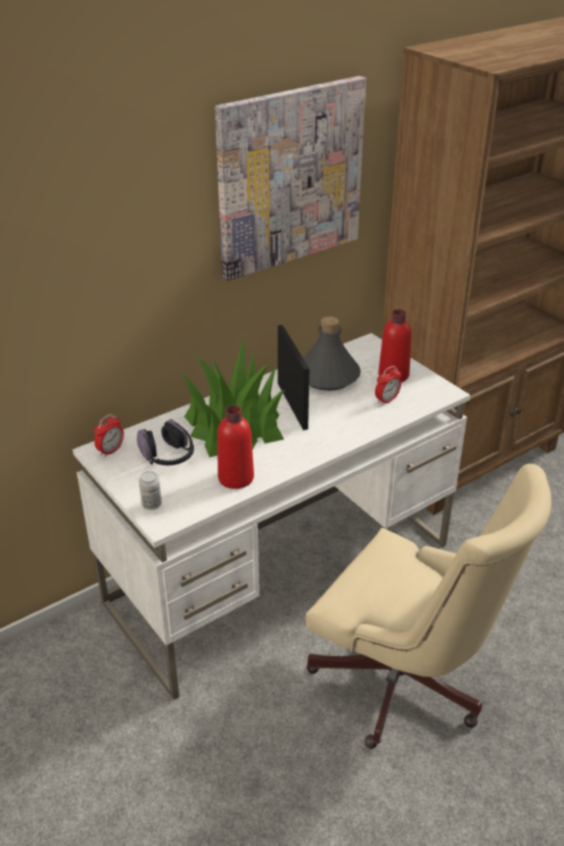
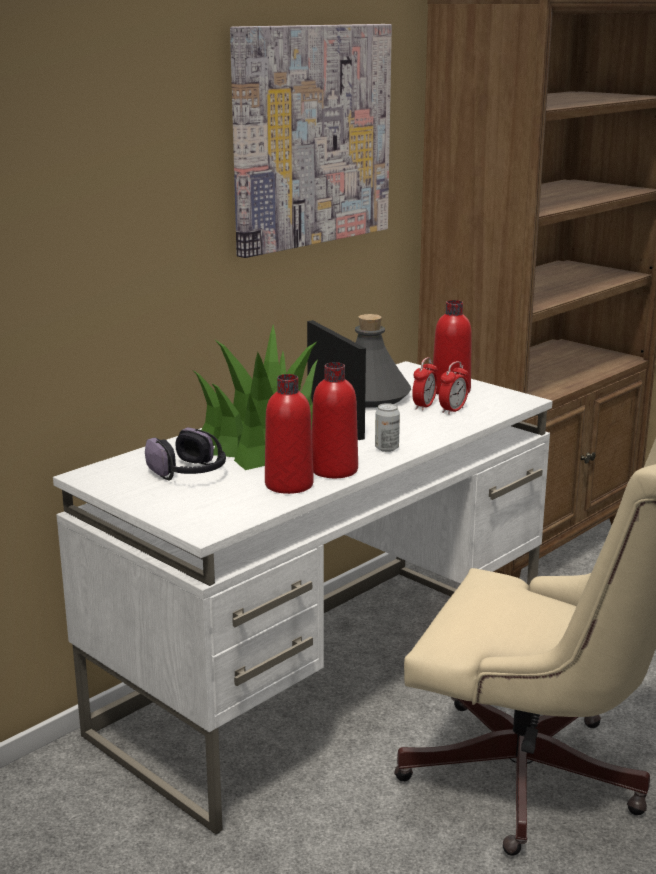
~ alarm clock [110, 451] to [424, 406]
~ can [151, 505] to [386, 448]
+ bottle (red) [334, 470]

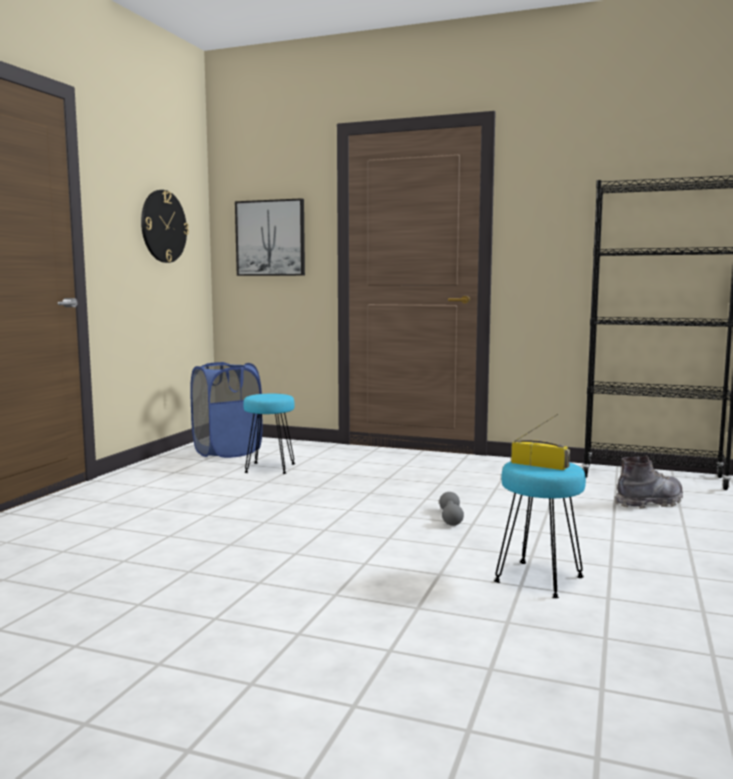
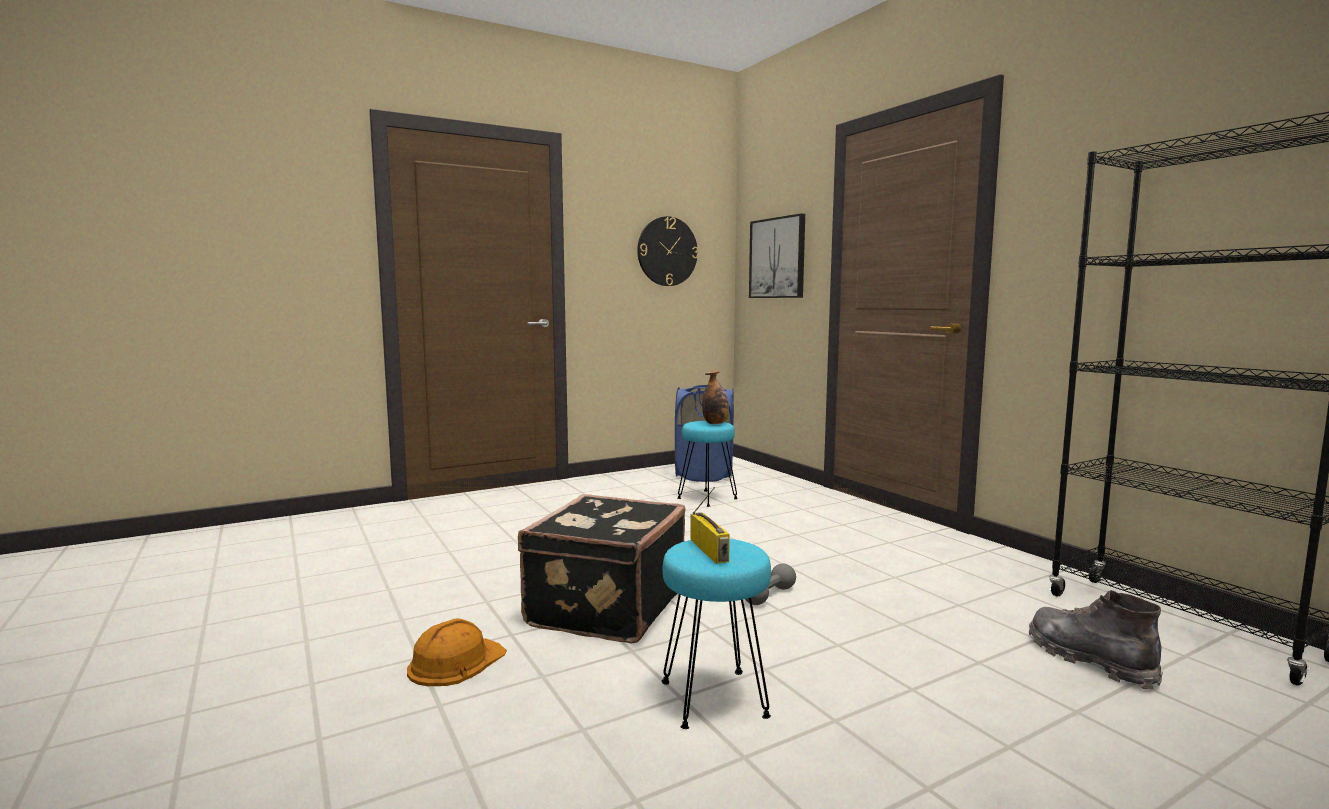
~ boot (grey) [650, 503] = [1090, 660] 135 degrees counterclockwise
+ hard hat (orange) [455, 662]
+ suitcase (black) [604, 607]
+ bottle [715, 423]

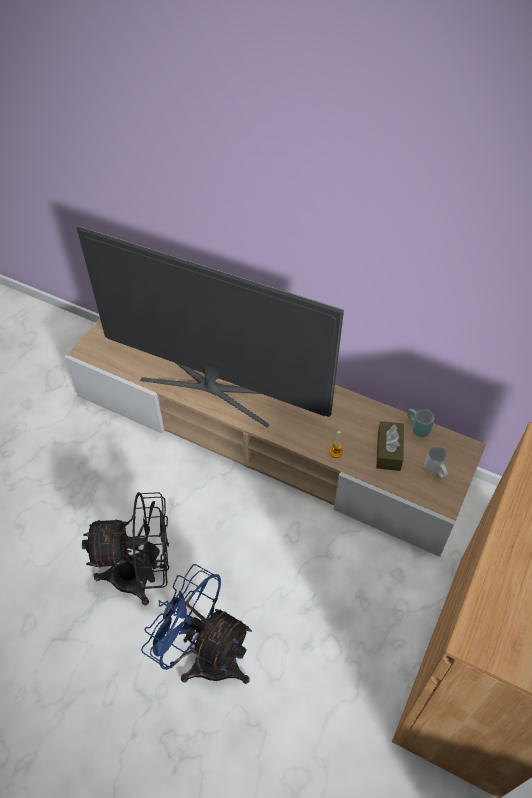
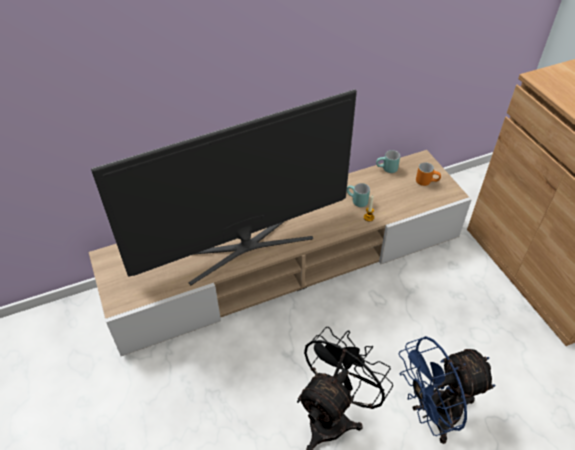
- tissue box (brown) [388, 451]
~ mug (white) [437, 470] to mug (orange) [426, 181]
+ mug (turquoise) [356, 201]

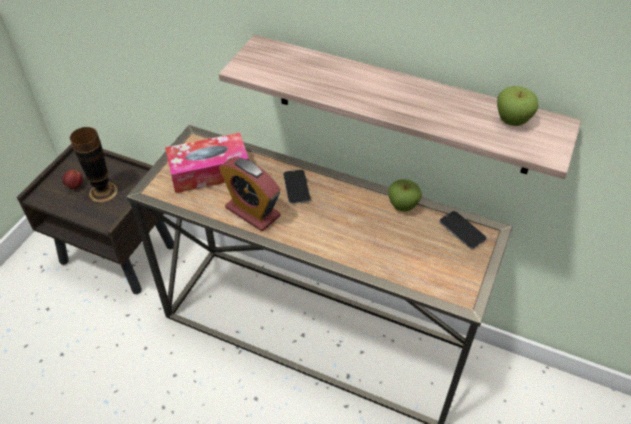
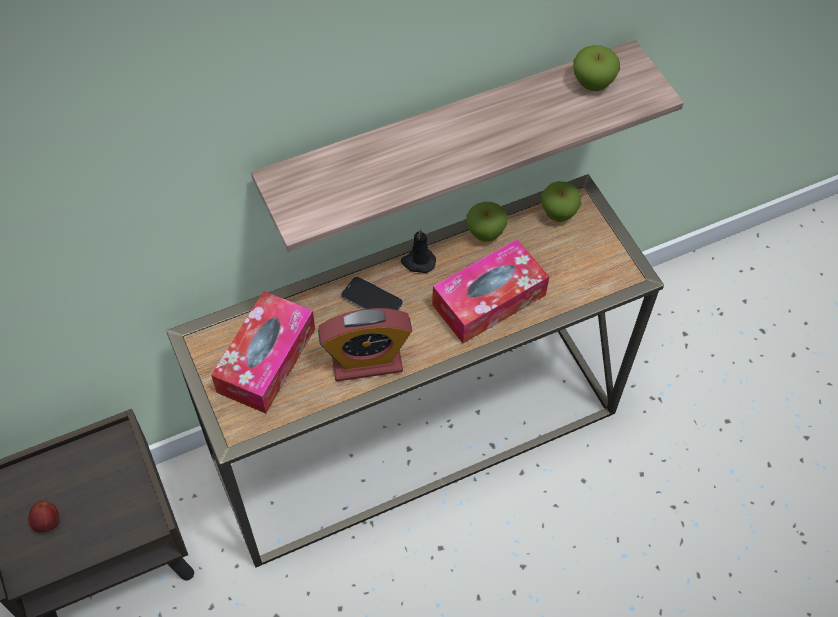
- vase [103, 192]
~ phone [462, 230] to apple [558, 213]
+ candle (black) [418, 262]
+ tissue box [489, 300]

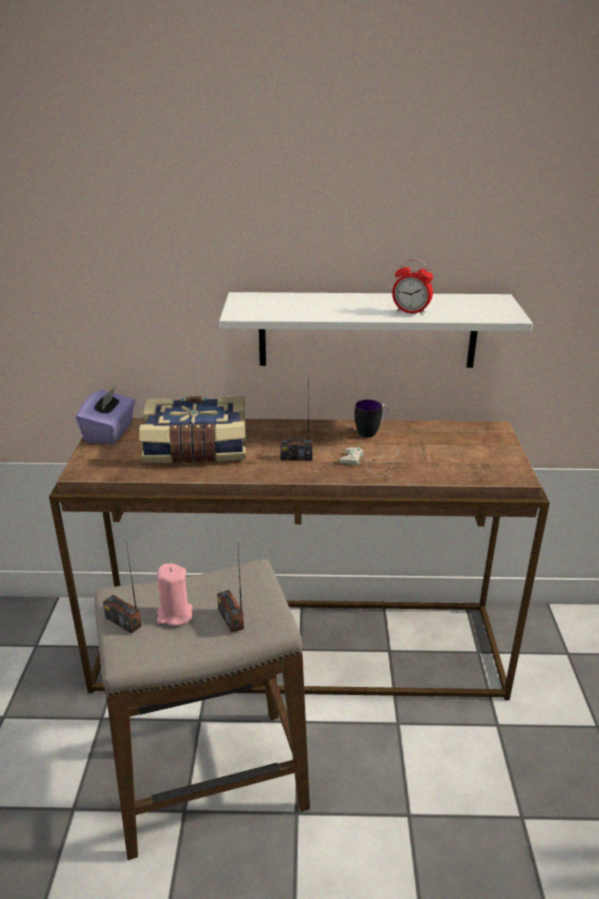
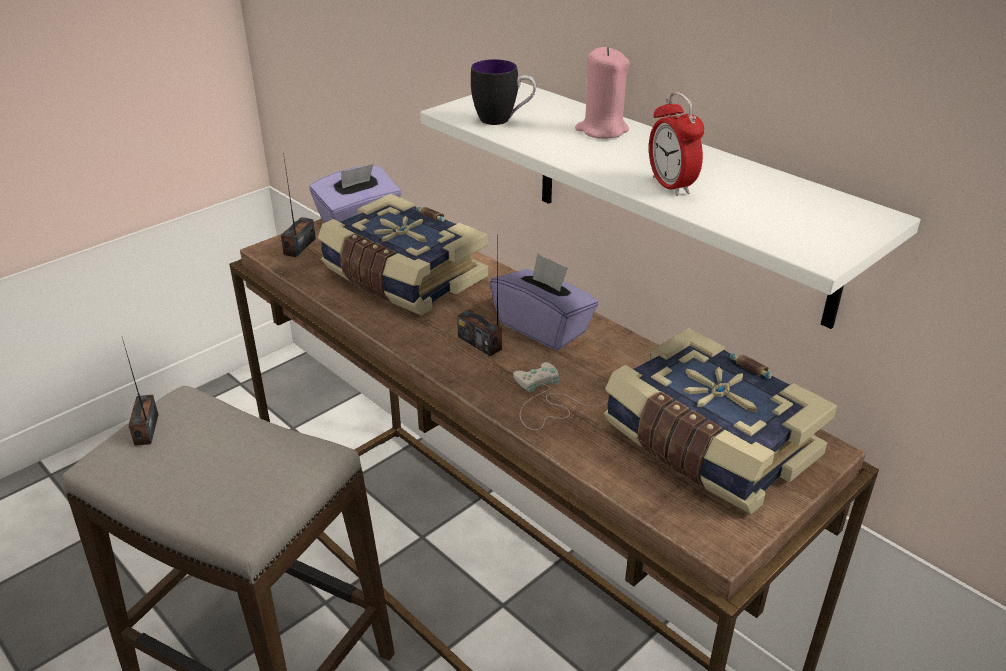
~ candle (pink) [174, 614] to [601, 130]
~ radio [231, 618] to [300, 246]
~ mug [371, 432] to [503, 120]
+ tissue box (purple) [543, 327]
+ book [707, 445]

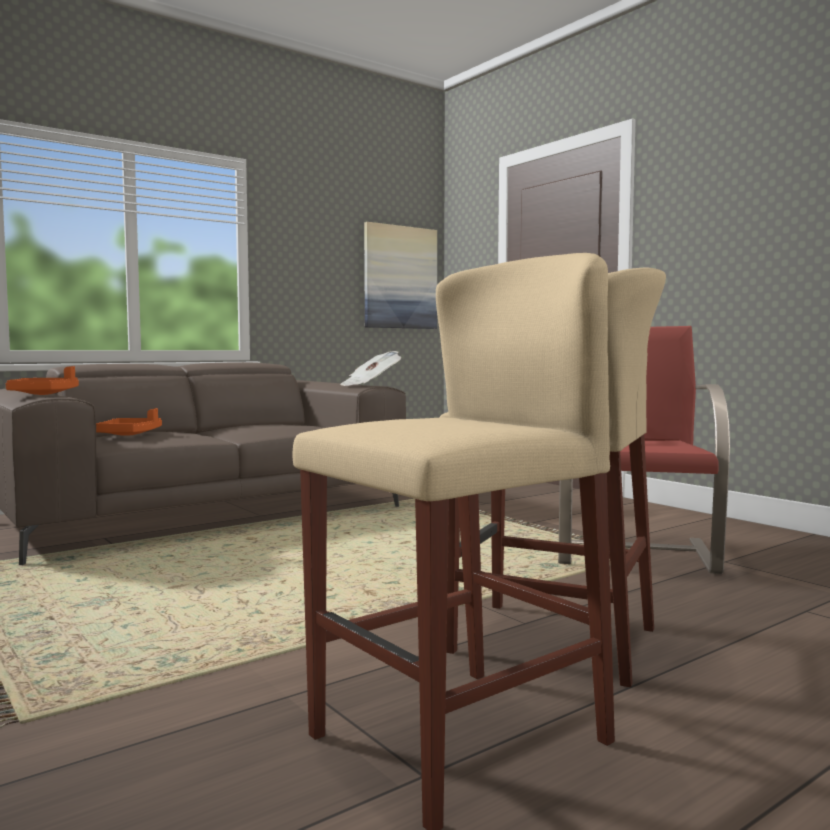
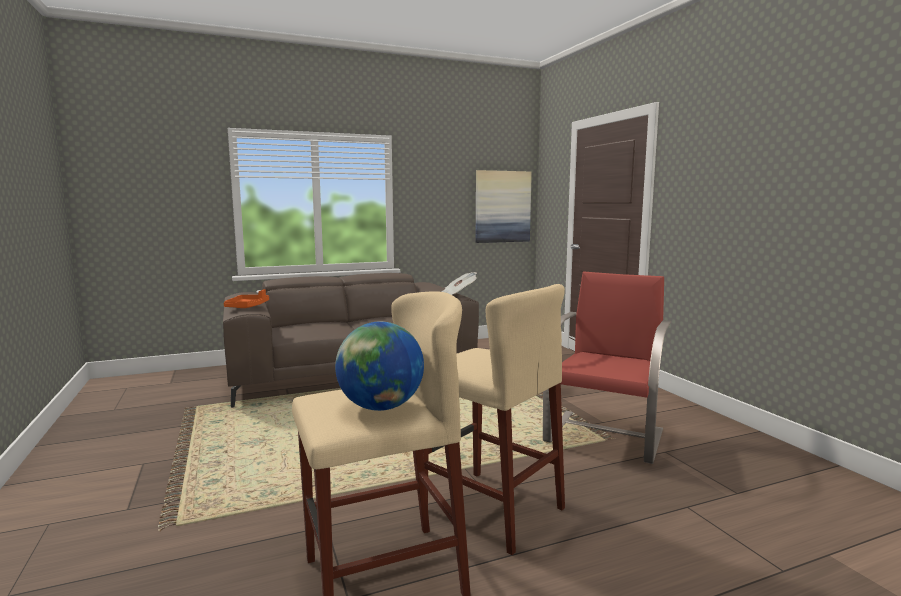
- tray (orange) [130, 434]
+ globe [381, 407]

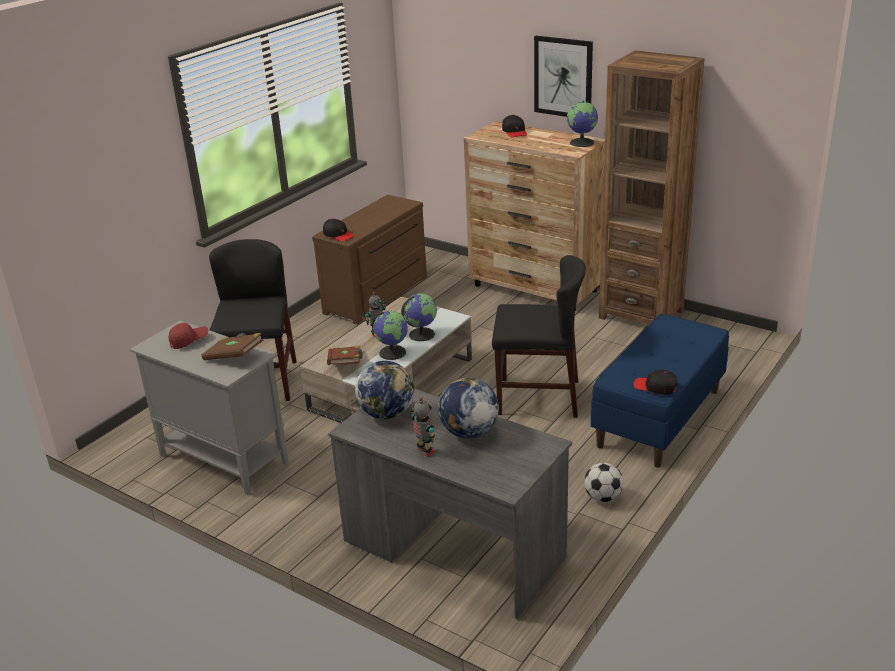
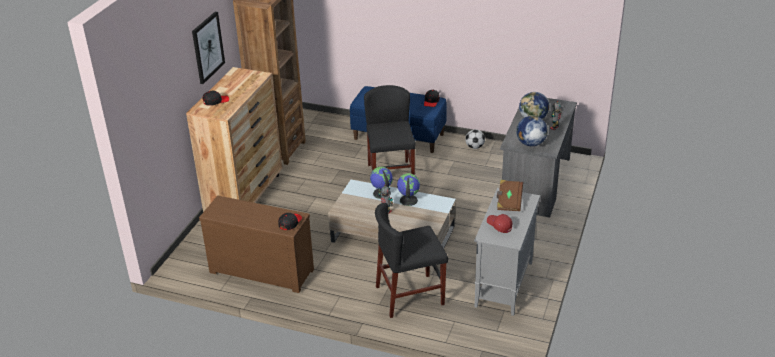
- book (brown) [346, 364]
- globe [582, 143]

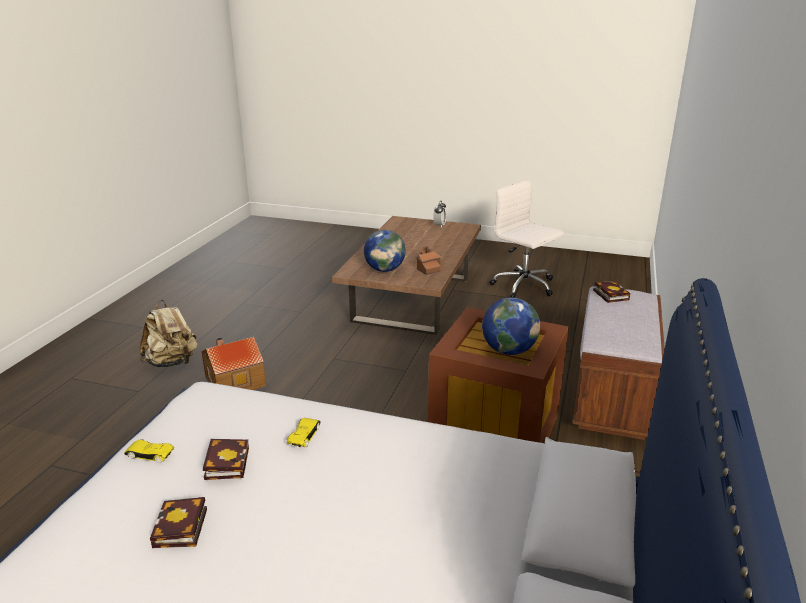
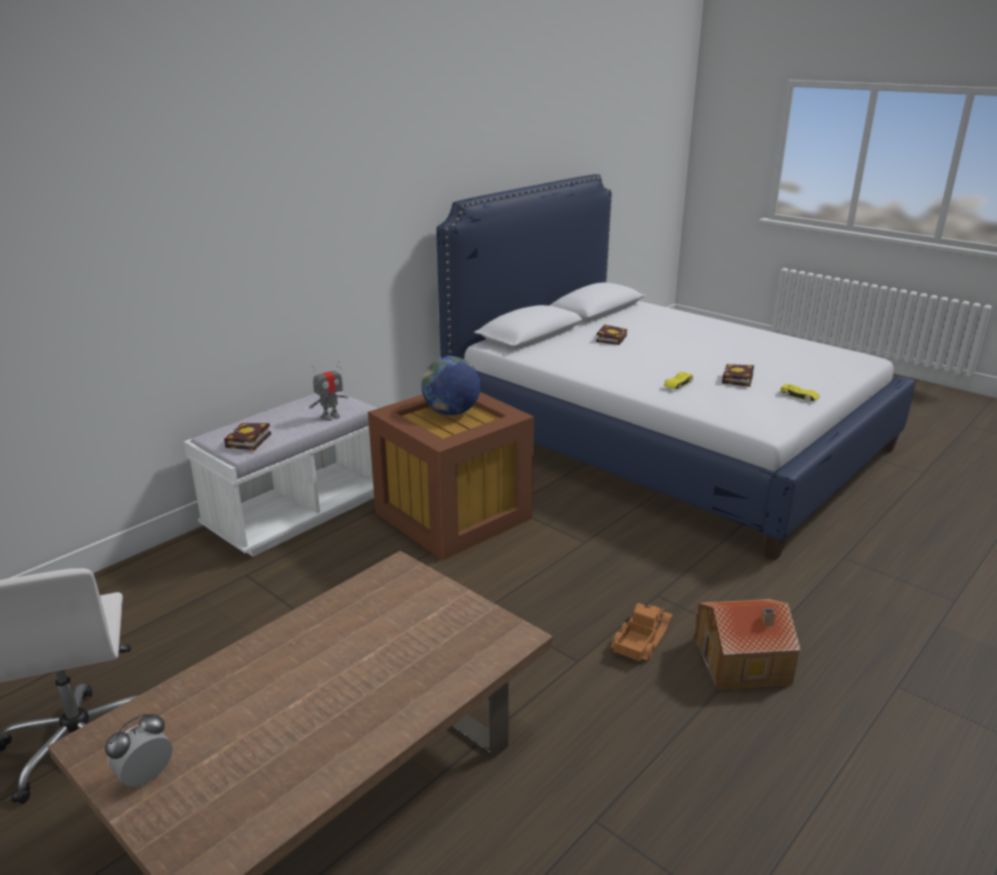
- backpack (beige) [172, 362]
~ book [181, 530] to [611, 338]
- globe [384, 270]
- toy house [427, 267]
~ bench (brown) [612, 397] to bench (white) [296, 513]
+ toy robot [330, 417]
+ toy truck [640, 638]

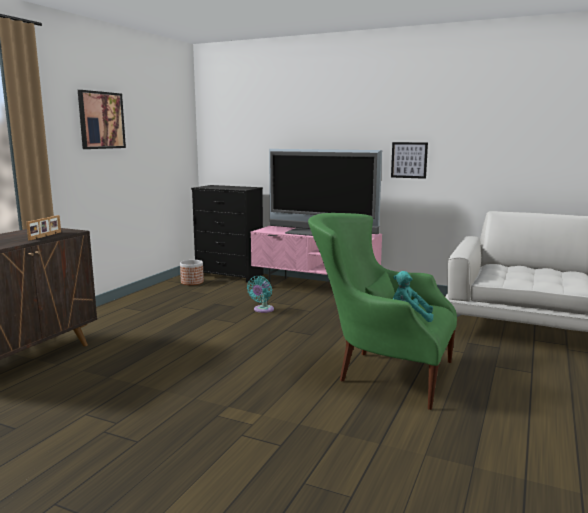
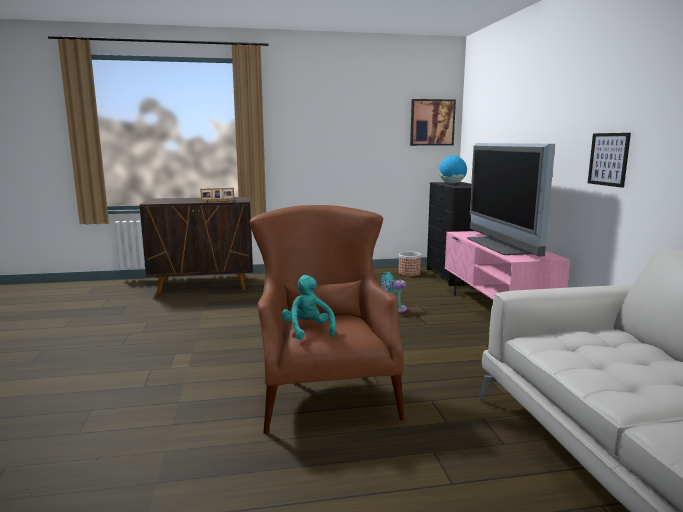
~ picture [101, 120] to [432, 122]
~ armchair (green) [379, 371] to armchair (brown) [324, 388]
+ globe [452, 183]

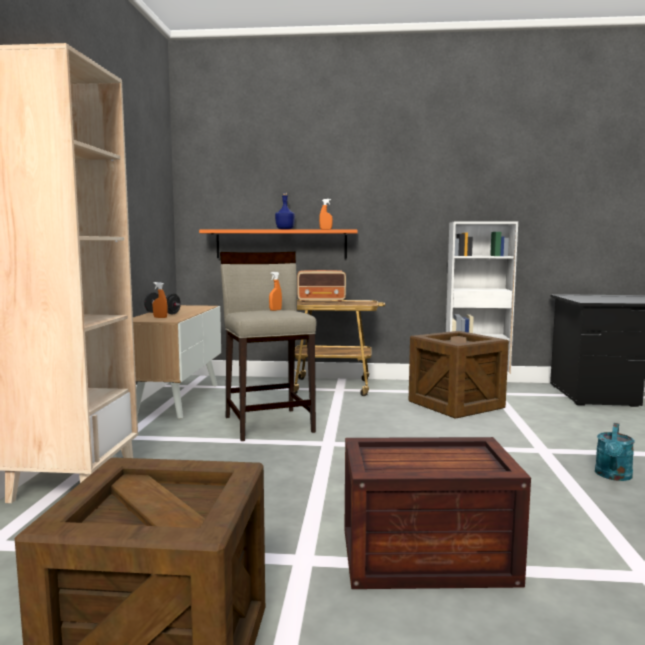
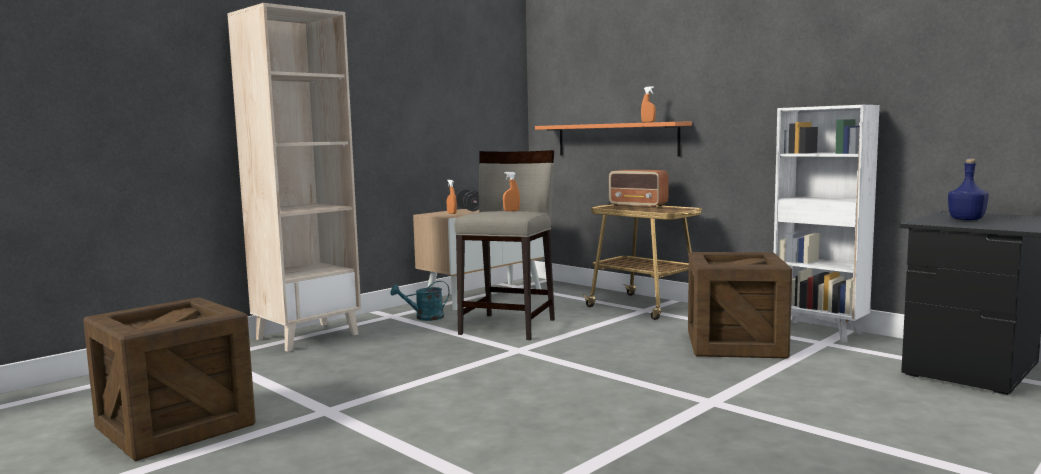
~ bottle (blue) [285, 229] to [966, 219]
- crate [424, 556]
~ watering can (turquoise) [613, 476] to [424, 318]

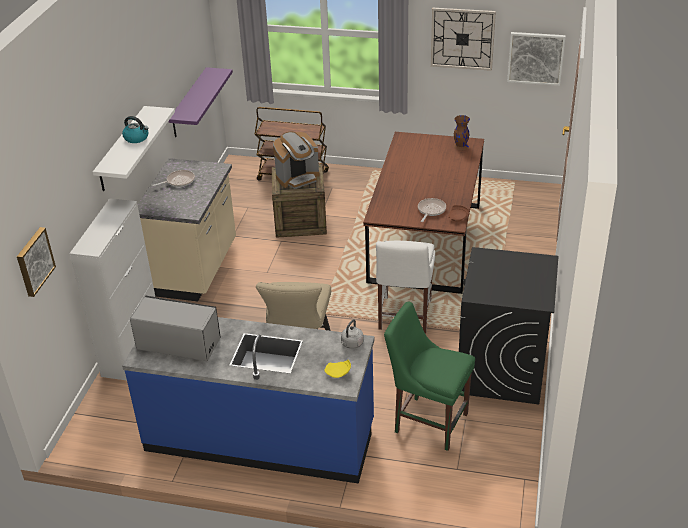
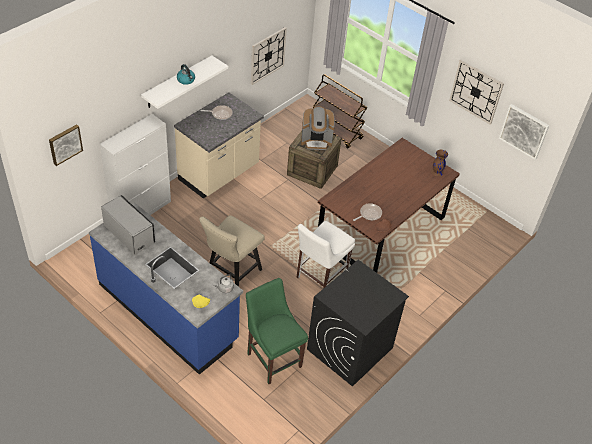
~ shelf (purple) [189, 103] to wall clock [267, 55]

